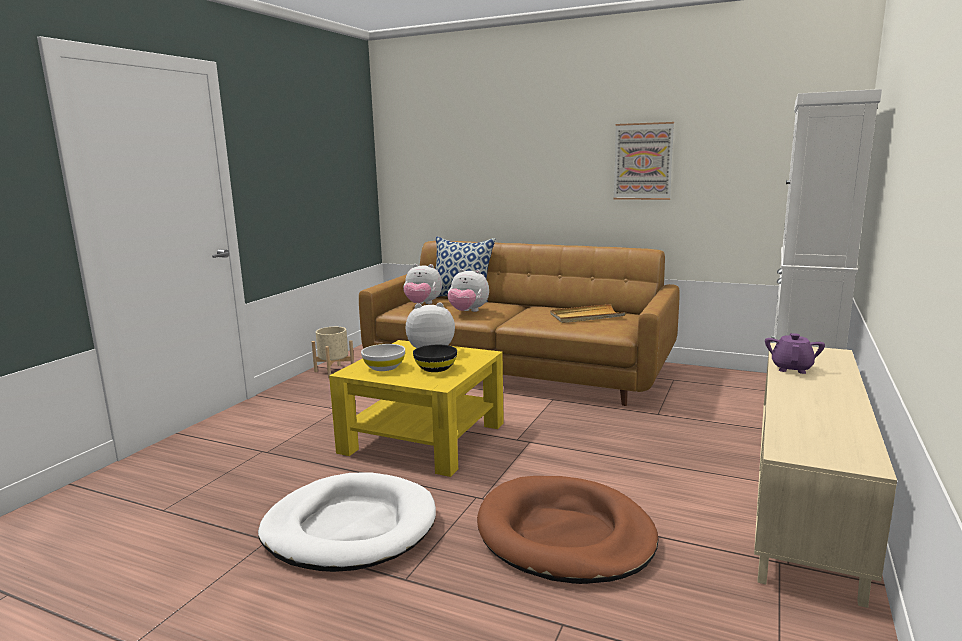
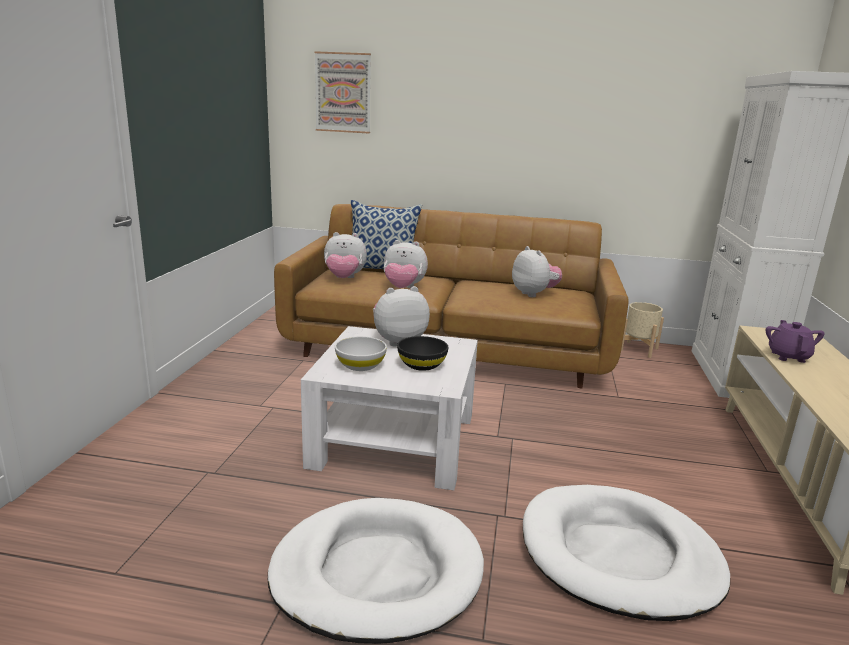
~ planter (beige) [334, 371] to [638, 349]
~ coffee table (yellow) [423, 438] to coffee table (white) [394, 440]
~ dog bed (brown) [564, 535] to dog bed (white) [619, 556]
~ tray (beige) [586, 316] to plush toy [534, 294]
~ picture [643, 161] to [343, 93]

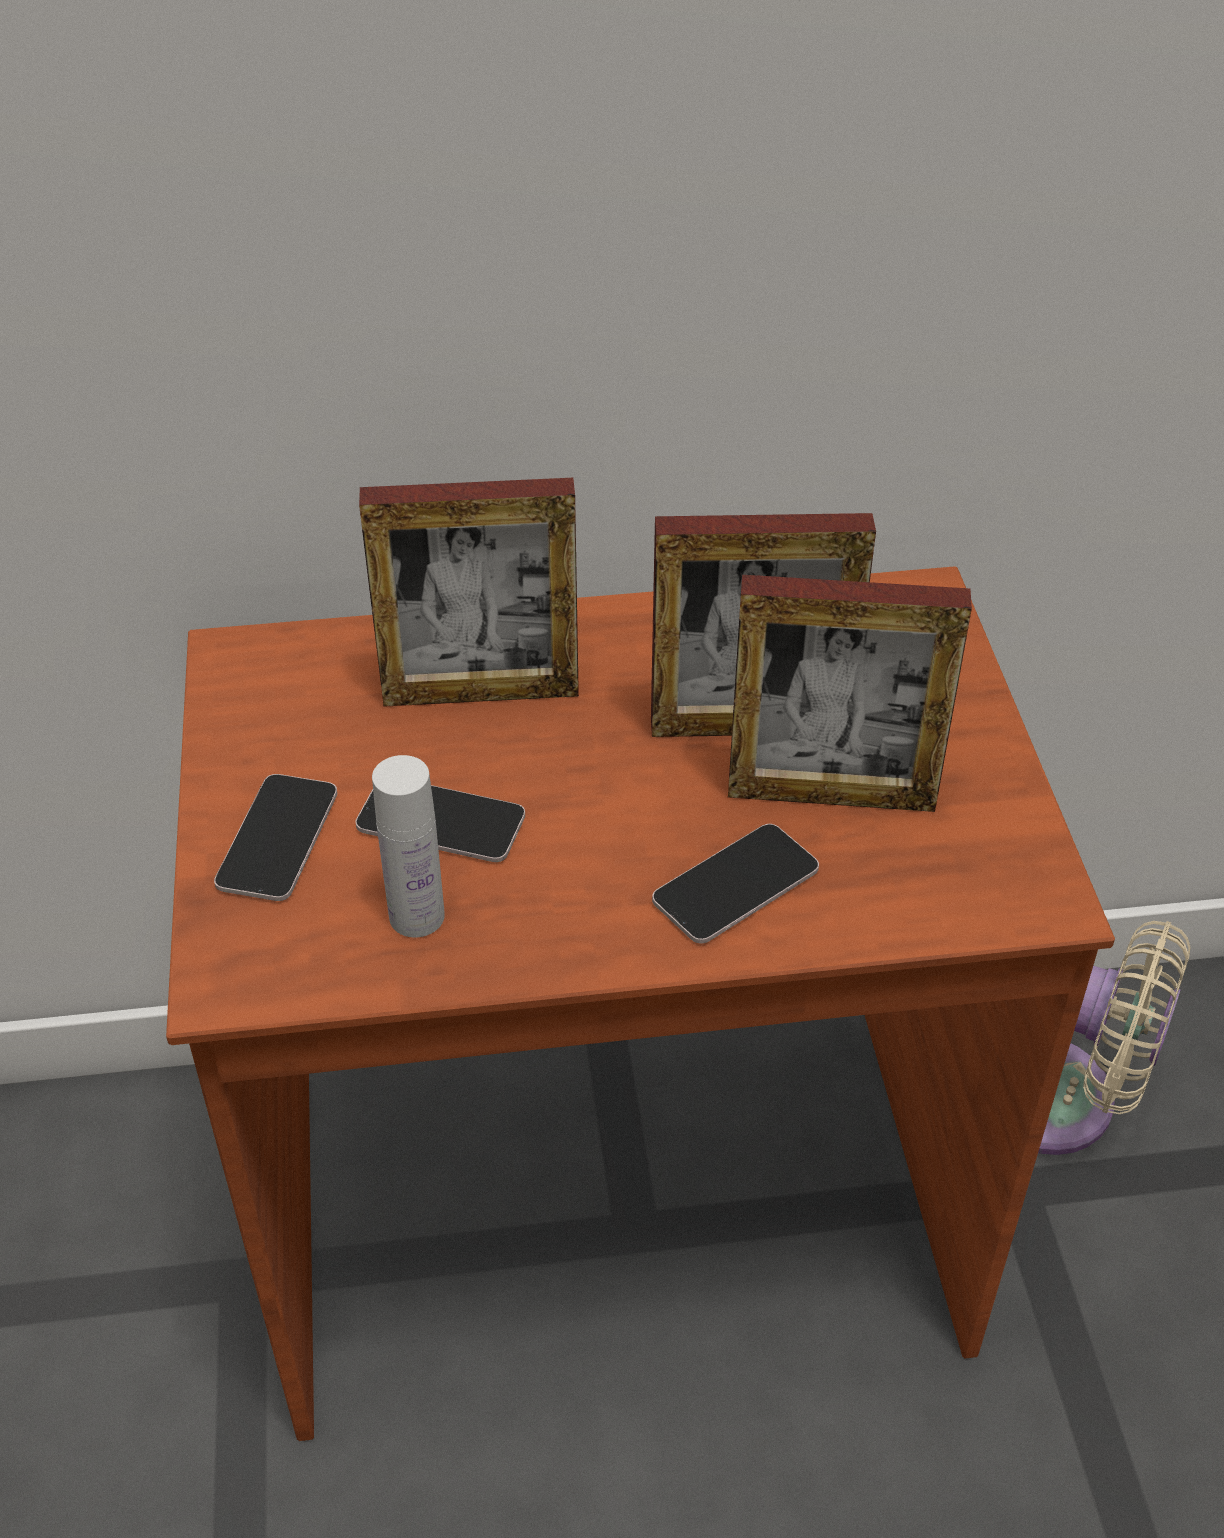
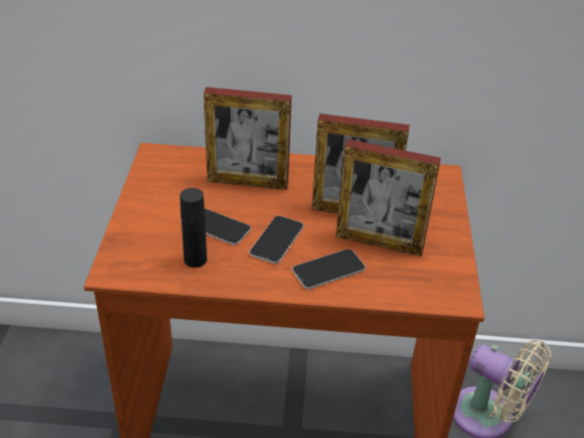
~ phone [278, 838] to [277, 240]
~ bottle (white) [417, 916] to bottle (black) [195, 259]

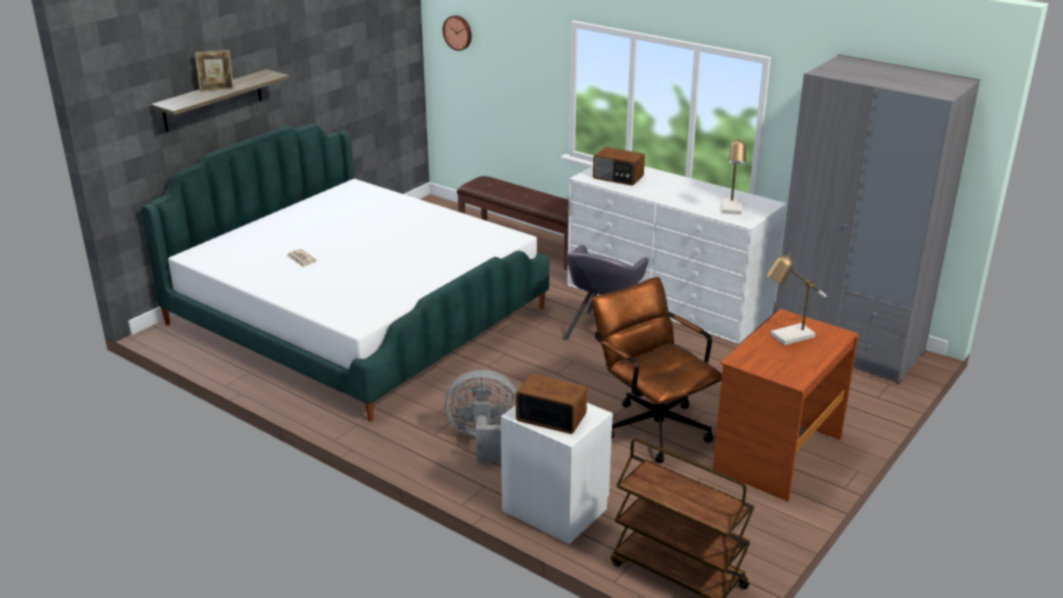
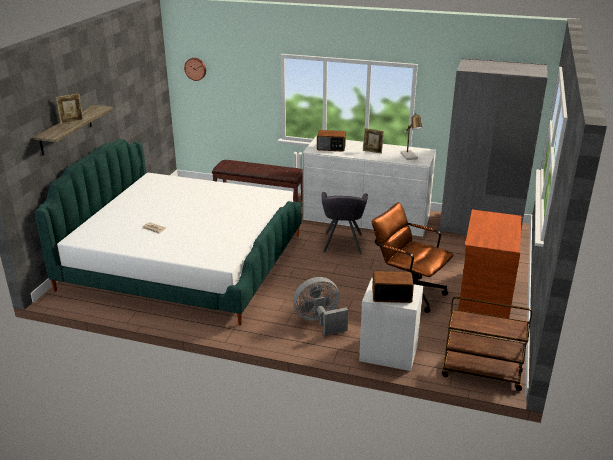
- table lamp [788, 337]
+ picture frame [372, 151]

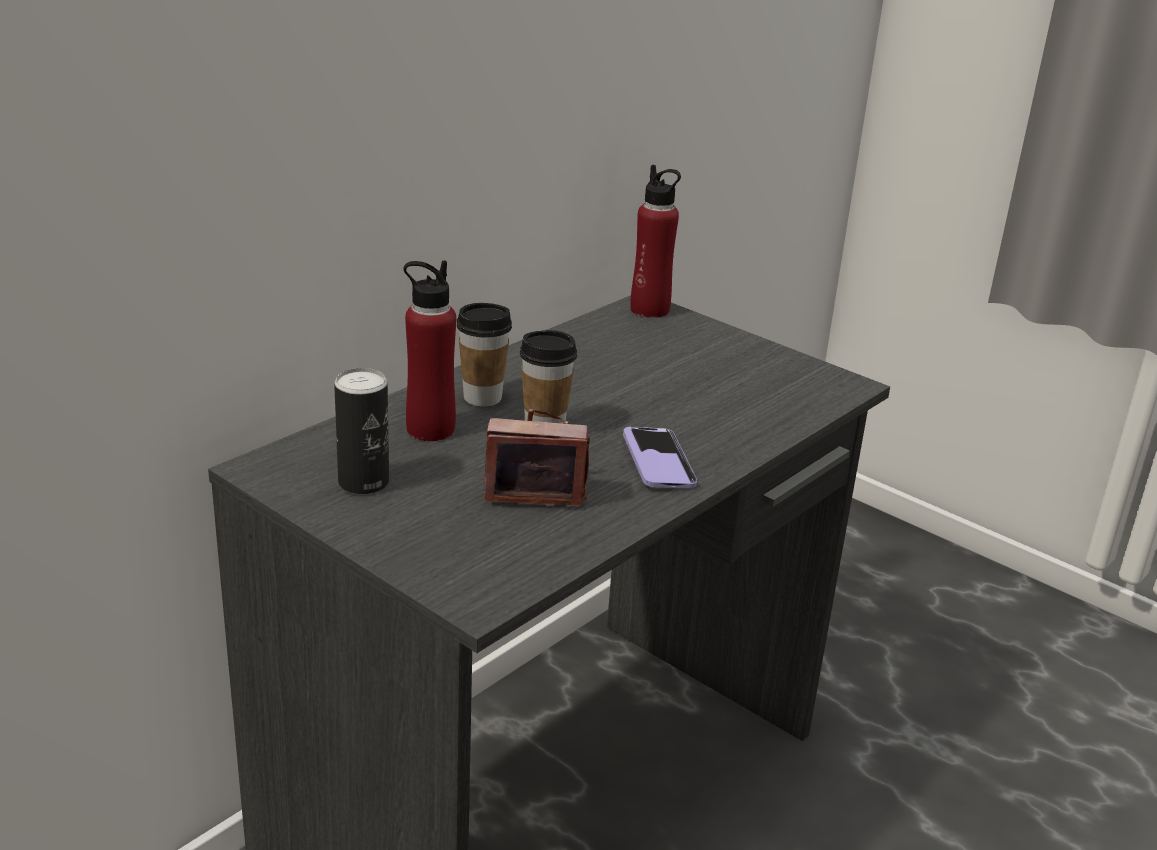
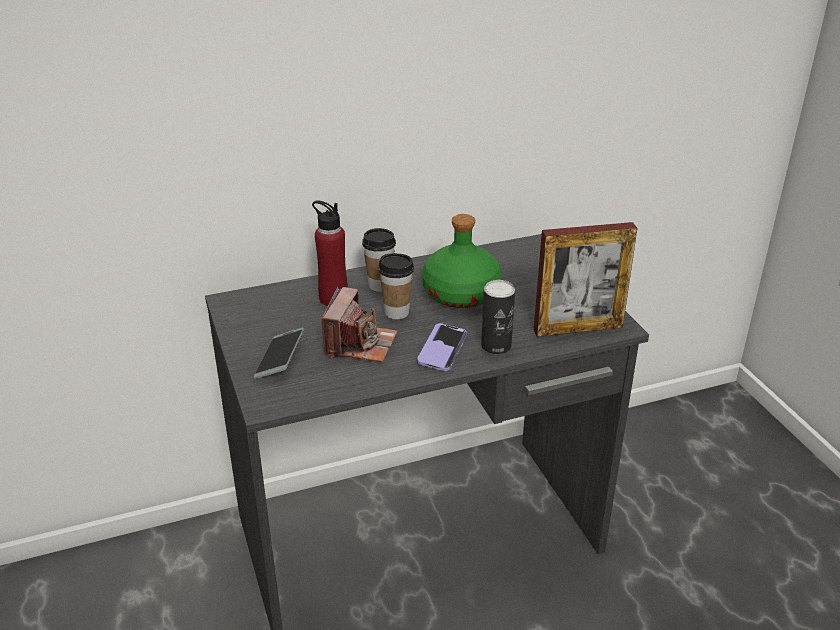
~ can [363, 482] to [496, 346]
~ photo camera [535, 481] = [360, 344] 75 degrees clockwise
- bottle (red) [650, 309]
+ phone [280, 359]
+ bottle (green) [461, 294]
+ picture frame [578, 328]

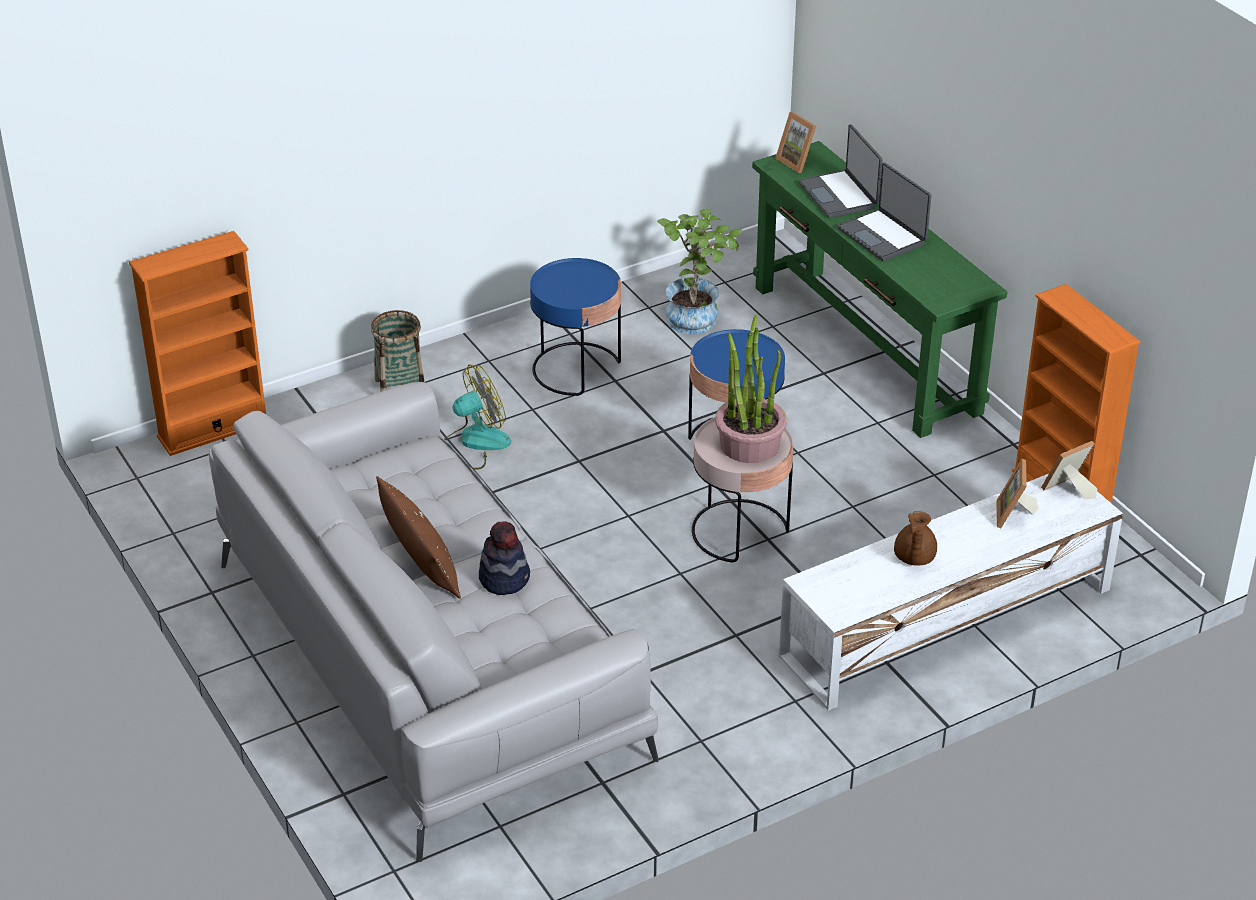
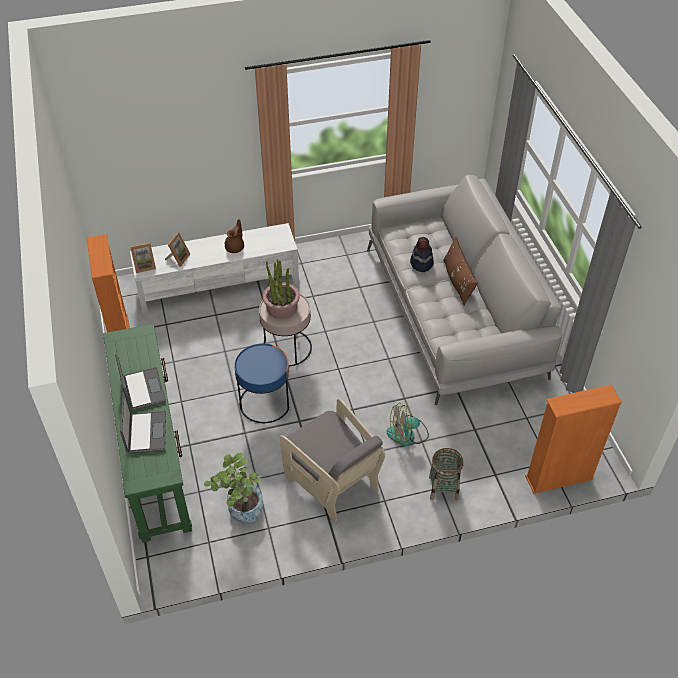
~ side table (blue) [576, 369] to armchair (grey) [332, 480]
- picture frame [798, 161]

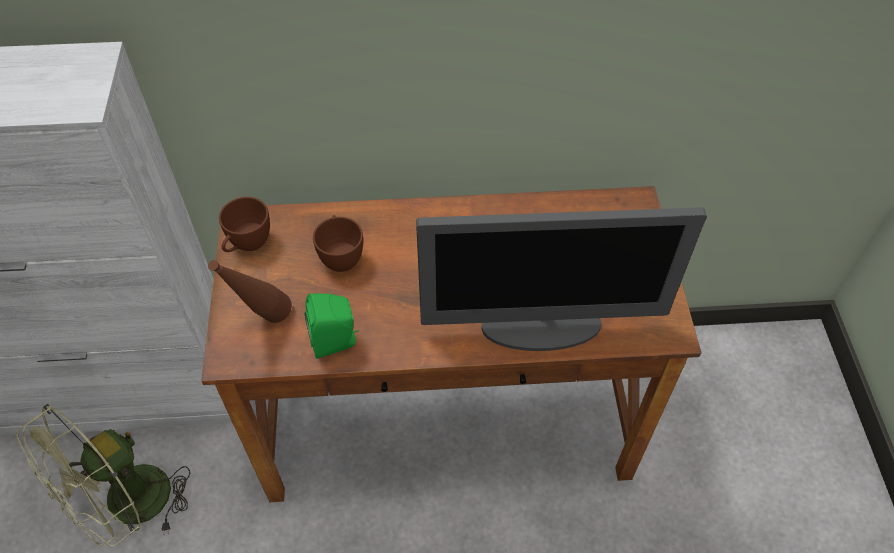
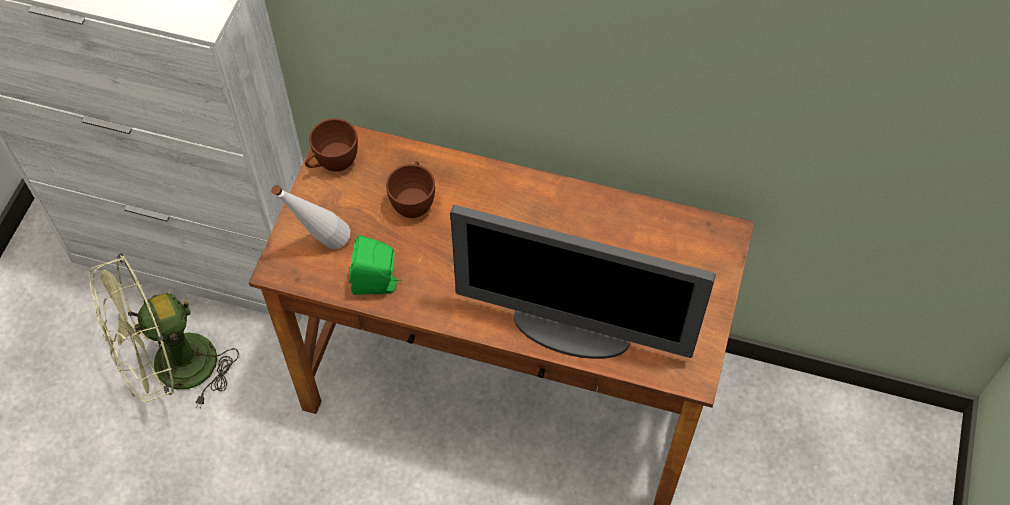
~ bottle (brown) [264, 323] to bottle (white) [320, 245]

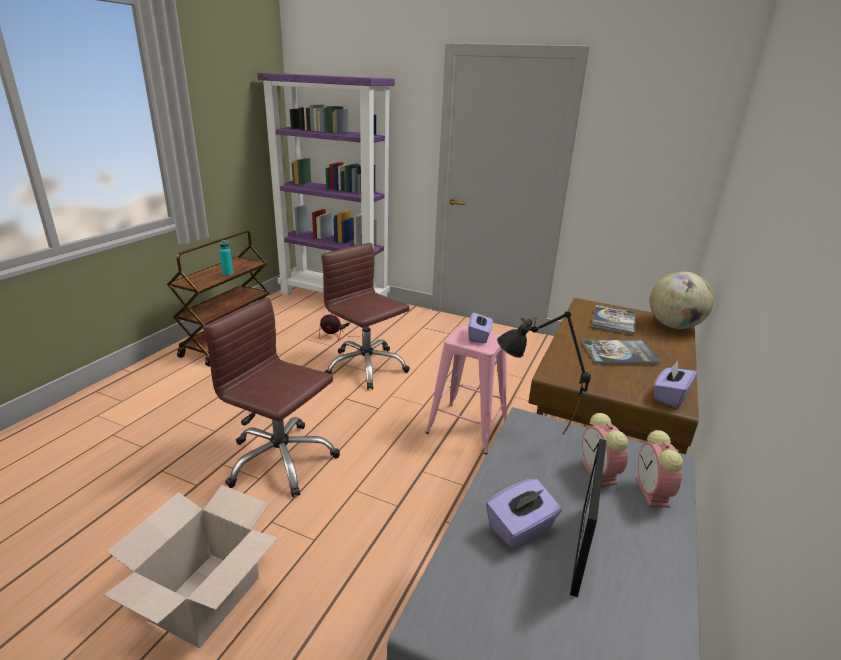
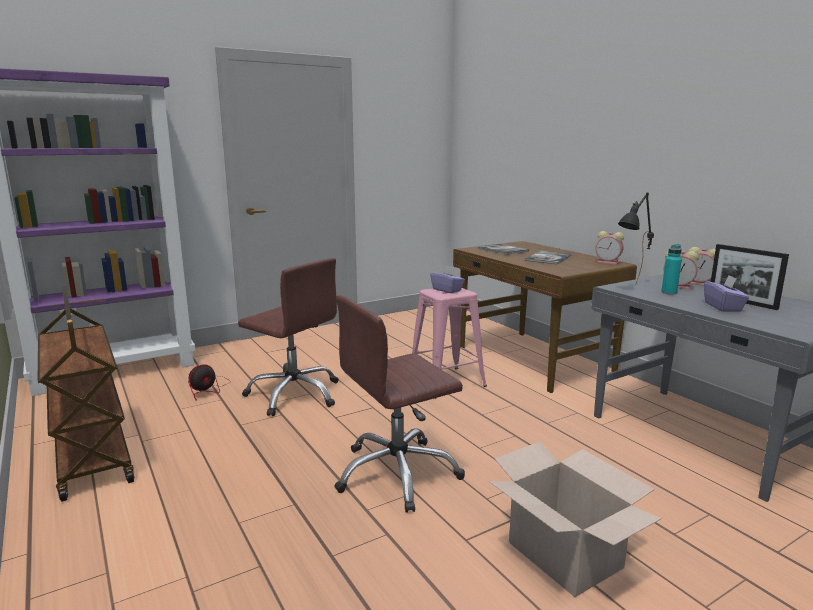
~ bottle (turquoise) [227, 274] to [669, 292]
~ office chair (brown) [366, 367] = [294, 394] 135 degrees counterclockwise
- globe [674, 326]
~ tissue box (purple) [670, 396] to alarm clock [609, 262]

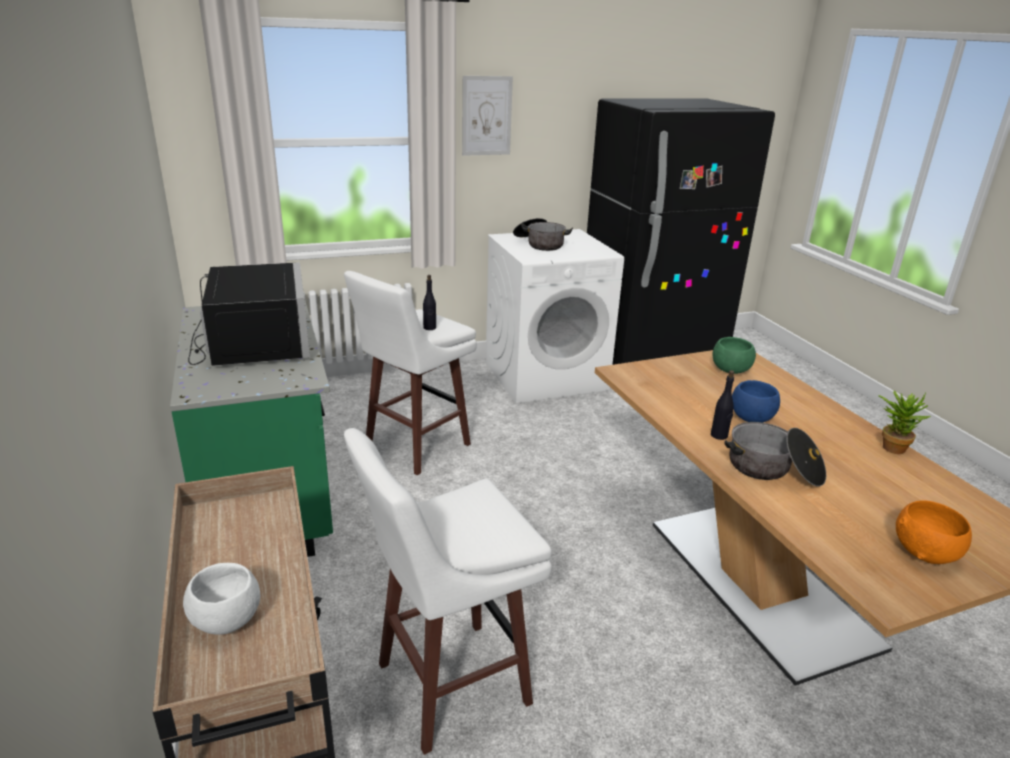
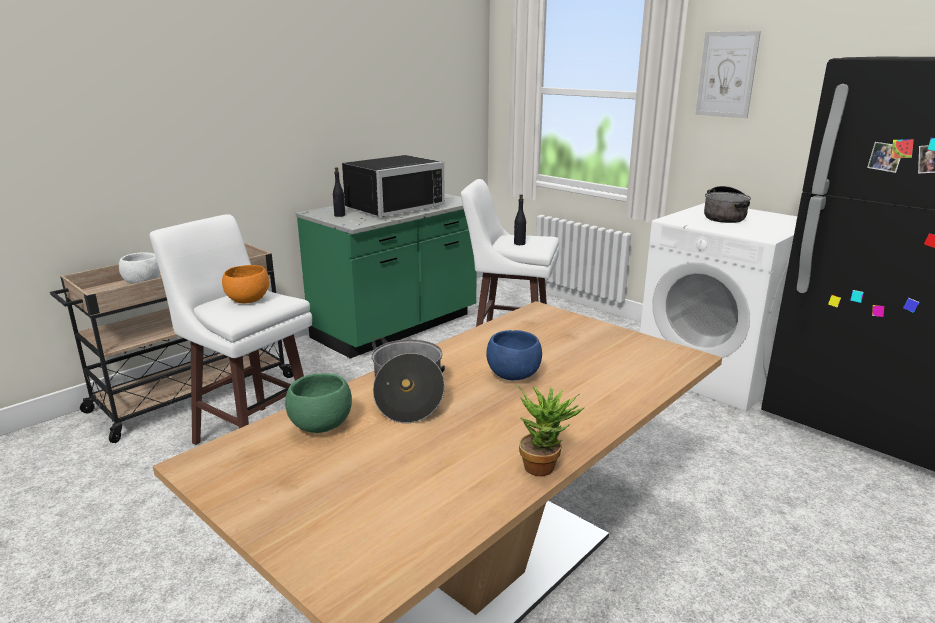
~ bottle (black) [719, 435] to [339, 215]
~ bowl (green) [730, 371] to [321, 426]
~ bowl (orange) [926, 553] to [248, 300]

